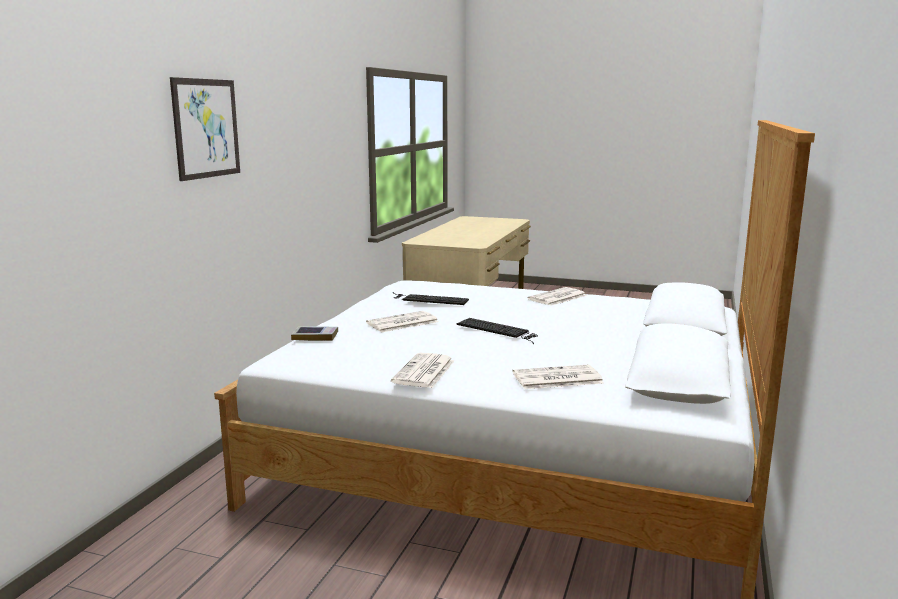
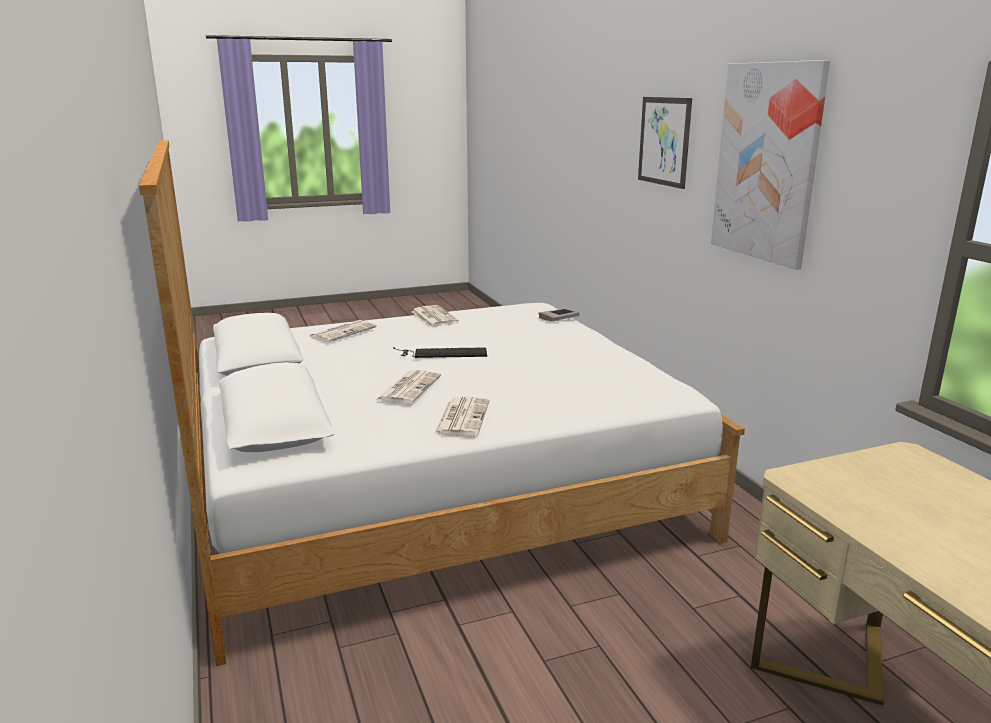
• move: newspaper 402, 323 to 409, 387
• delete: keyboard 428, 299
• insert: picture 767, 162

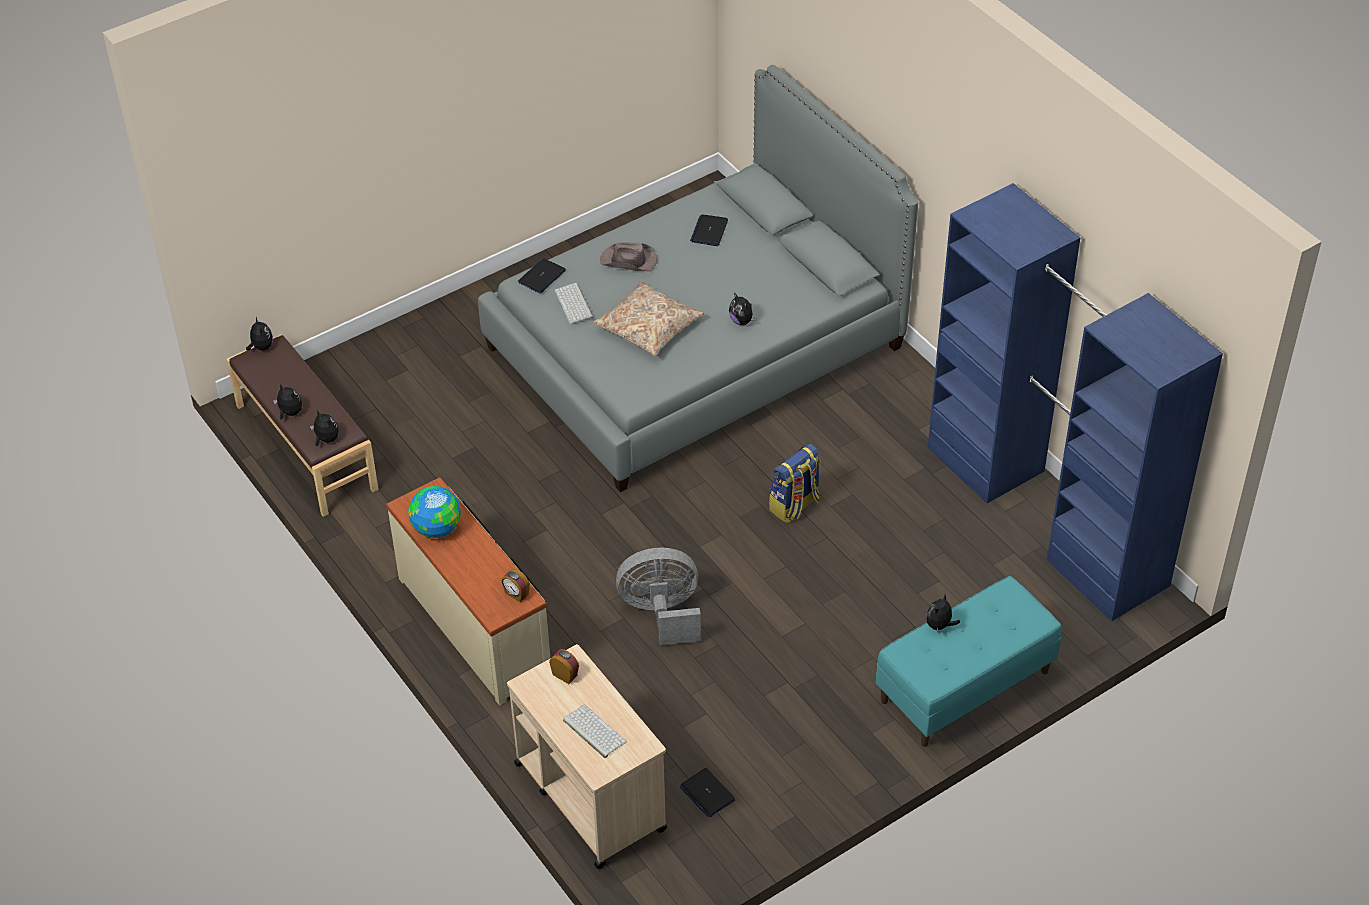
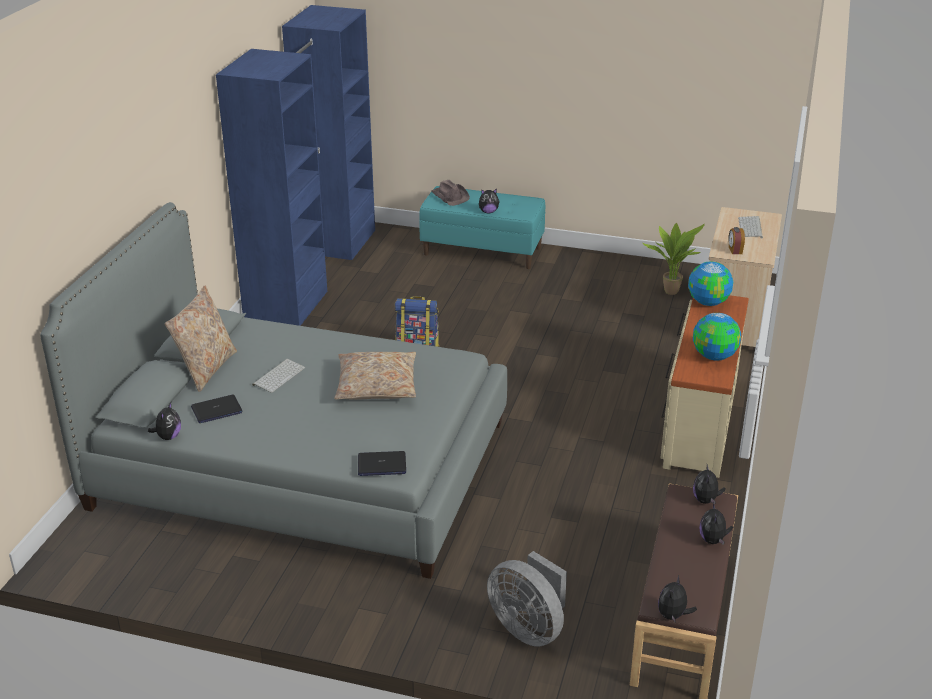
• replace: alarm clock 516, 594 to globe 708, 302
• move: keyboard 574, 304 to 279, 375
• move: brown hat 629, 261 to 450, 196
• move: grey fan 662, 613 to 529, 628
• replace: laptop 707, 793 to potted plant 671, 291
• move: plush toy 742, 321 to 168, 437
• insert: beige pillow 206, 369

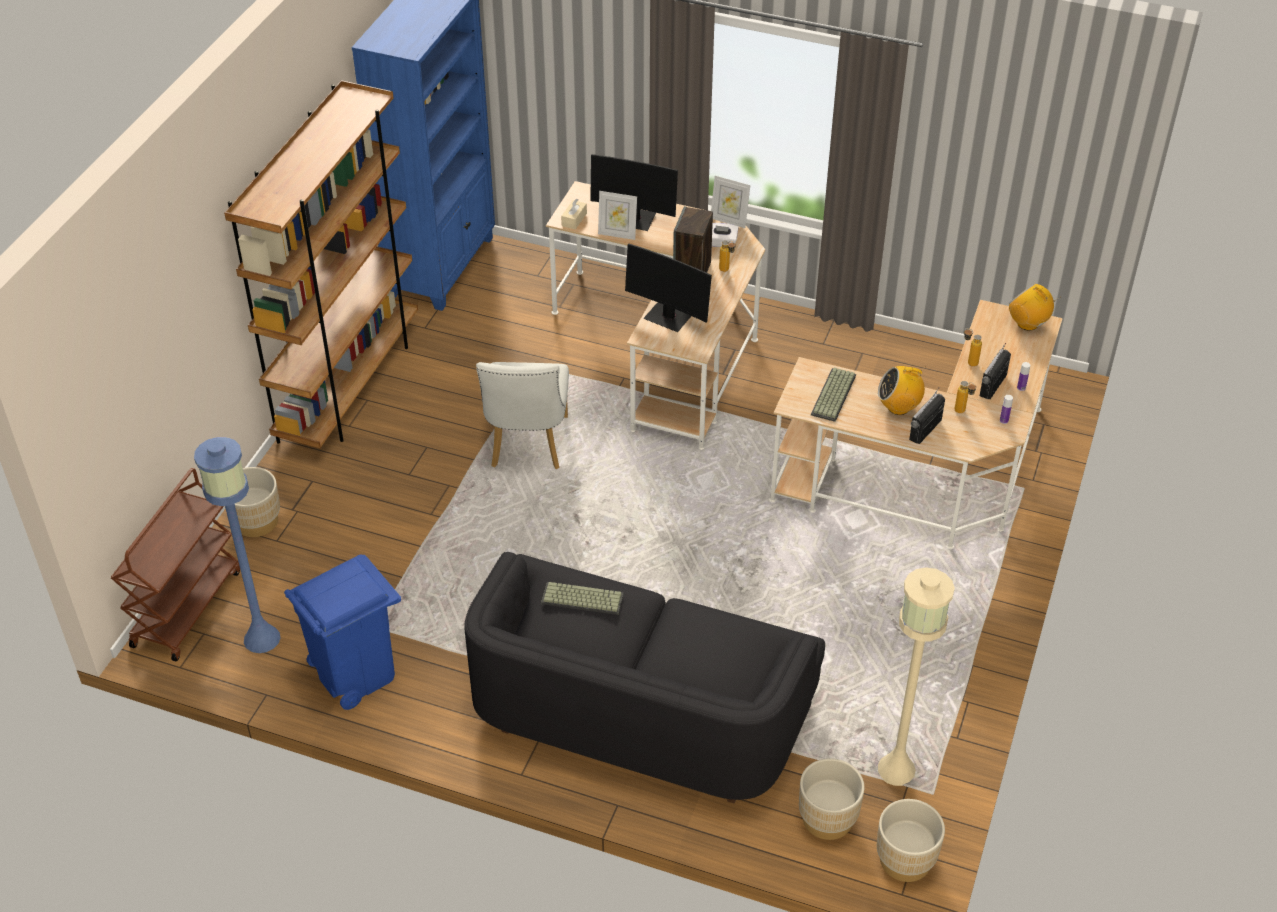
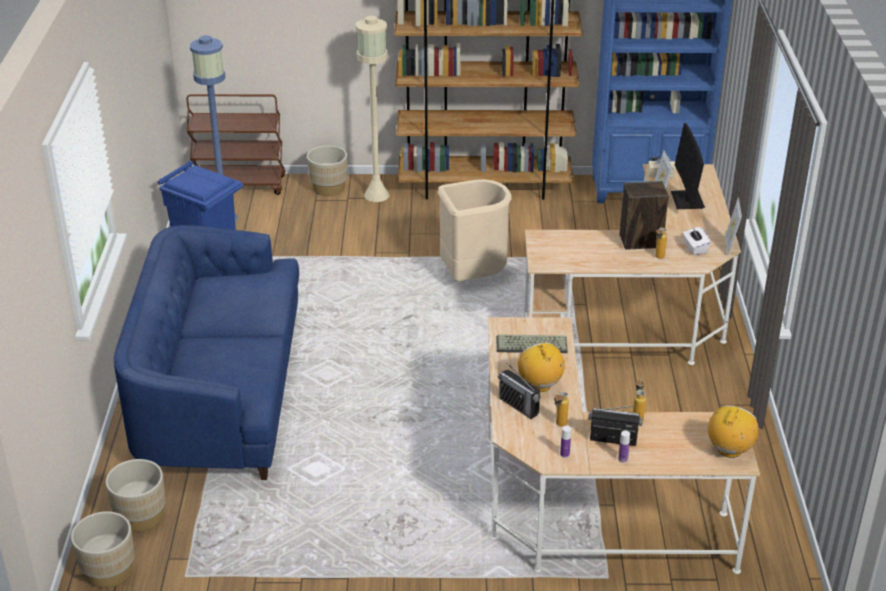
• recolor: black sofa 639, 710 to blue sofa 221, 393
• replace: white chair 527, 447 to beige trash can 472, 277
• delete: keyboard 581, 600
• delete: monitor 668, 317
• move: beige floor lamp 896, 769 to 377, 195
• rotate: radio 925, 430 = 518, 406 150 degrees counterclockwise

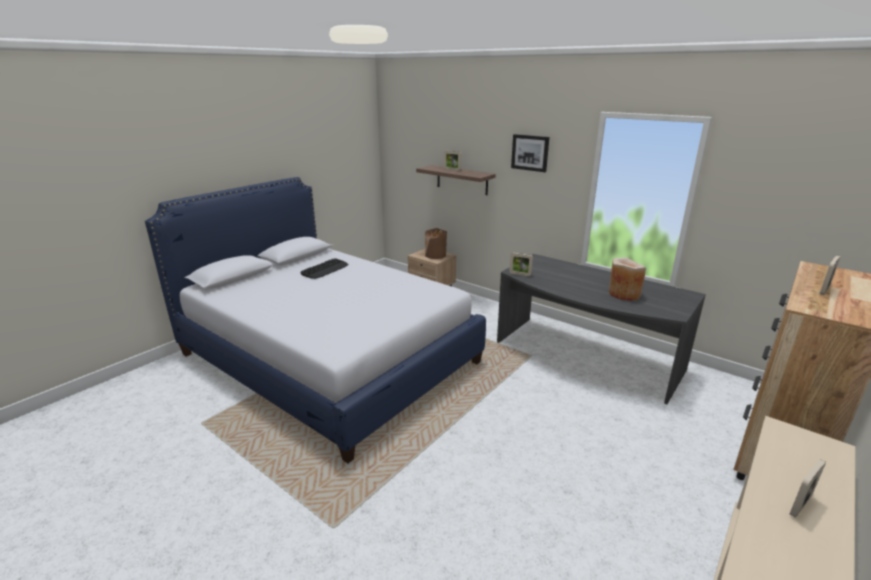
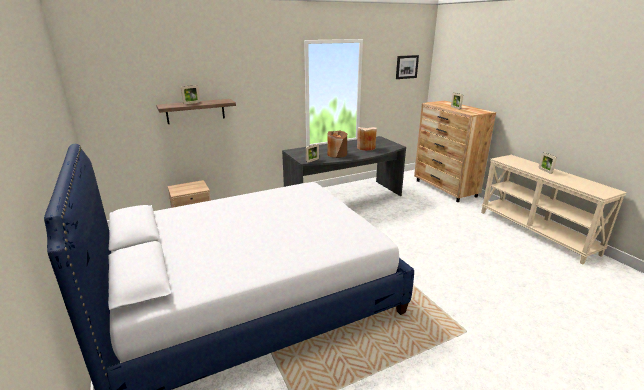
• delete: keyboard 325, 269
• move: brown vase 435, 255 to 337, 154
• move: picture 530, 152 to 406, 67

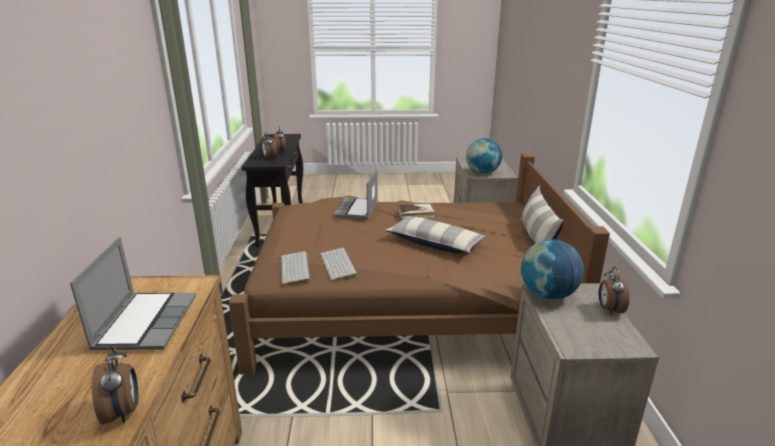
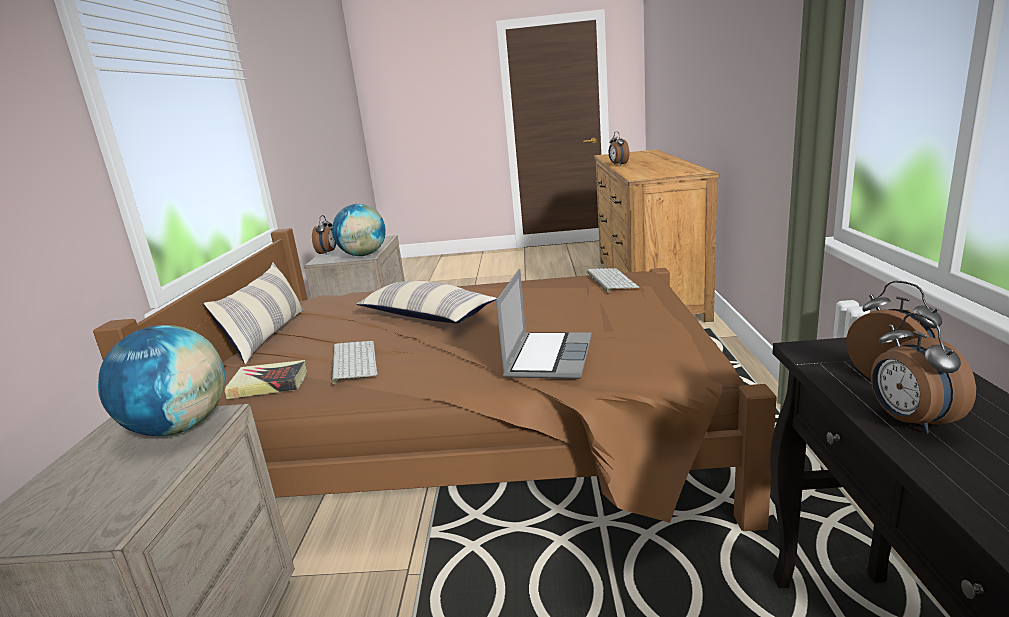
• delete: laptop 145, 322
• move: keyboard 339, 264 to 352, 361
• move: book 416, 213 to 269, 384

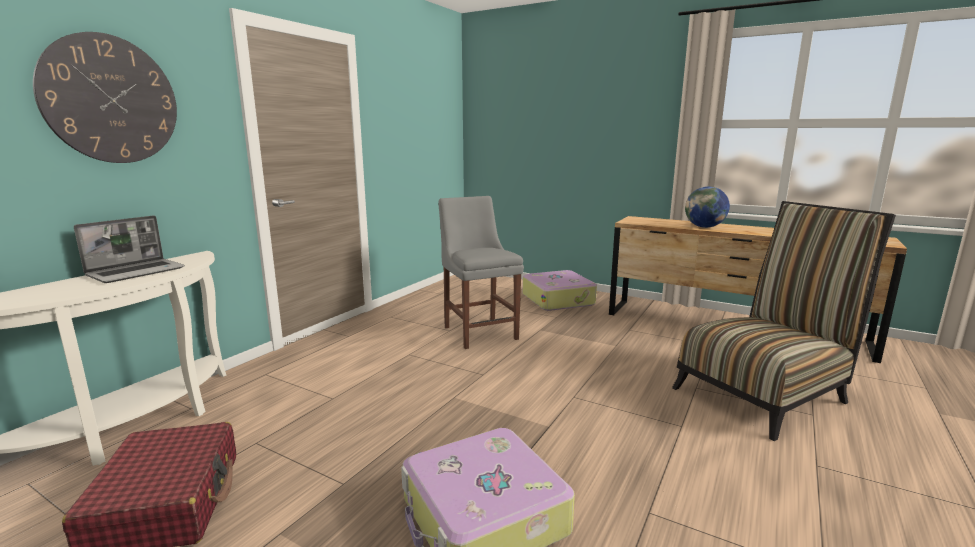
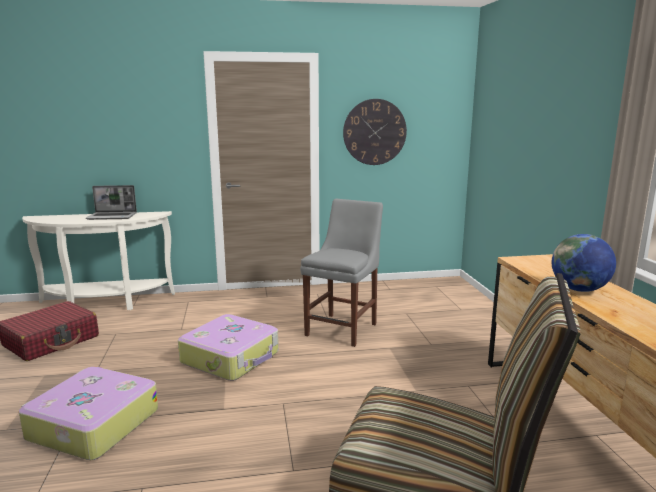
• move: wall clock 111, 100 to 374, 132
• move: suitcase 558, 299 to 231, 358

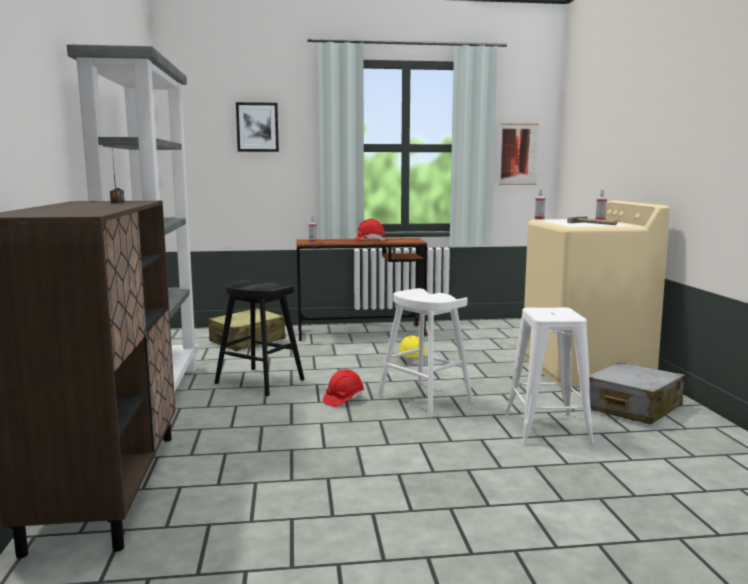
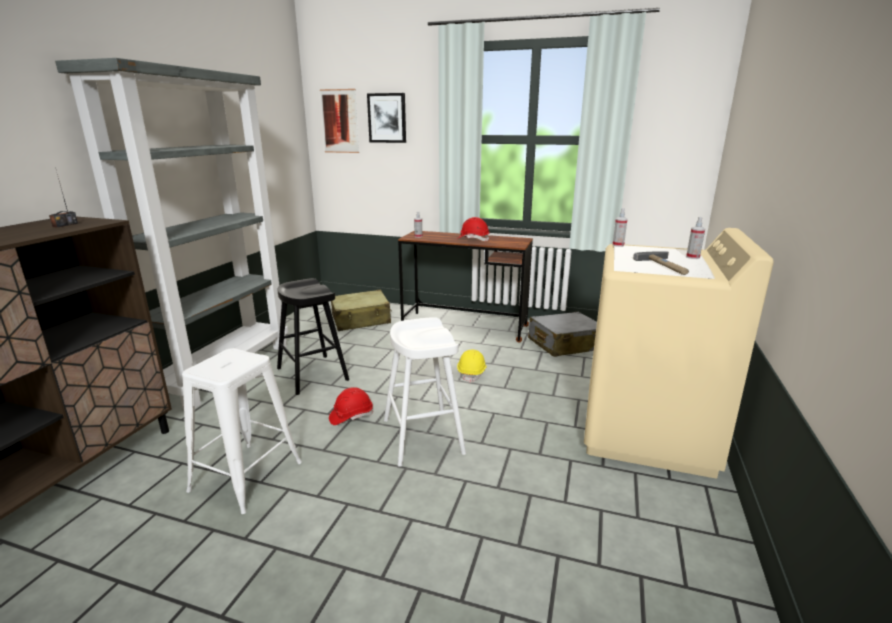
• move: picture 518, 154 to 340, 121
• move: white stool 547, 428 to 246, 476
• move: grey suitcase 632, 408 to 565, 344

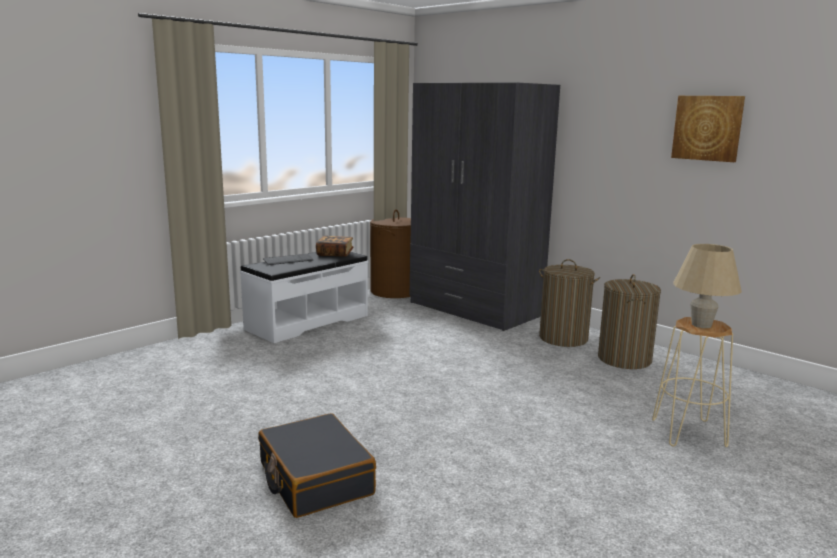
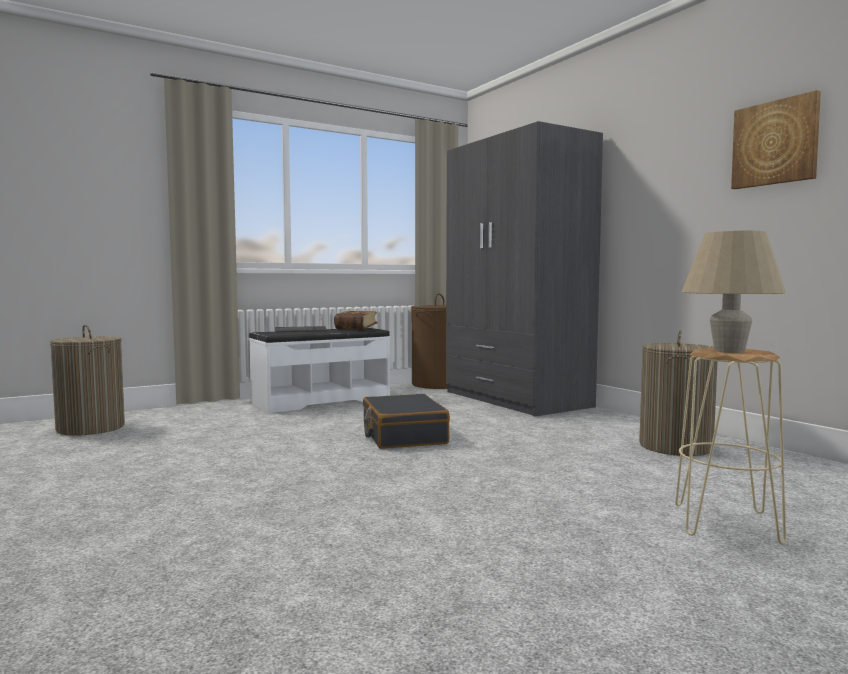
• move: black suitcase 315, 479 to 403, 435
• move: laundry basket 563, 338 to 91, 428

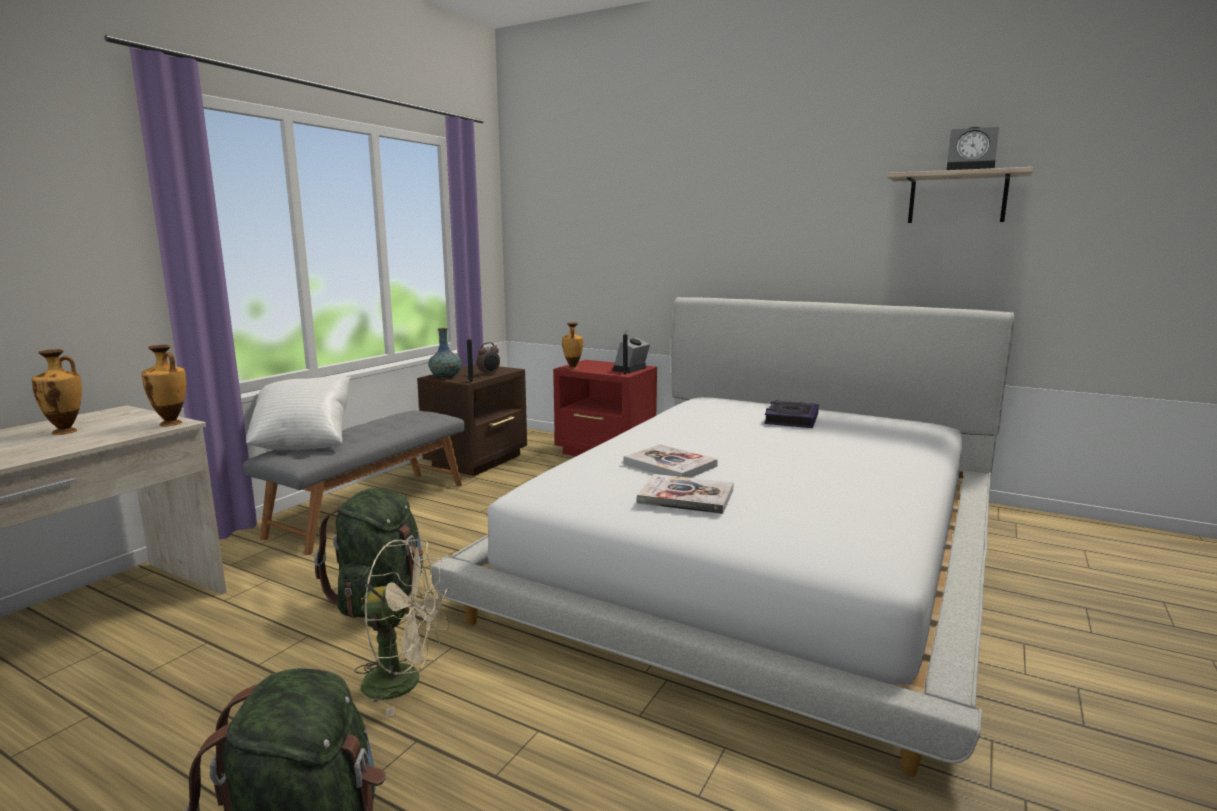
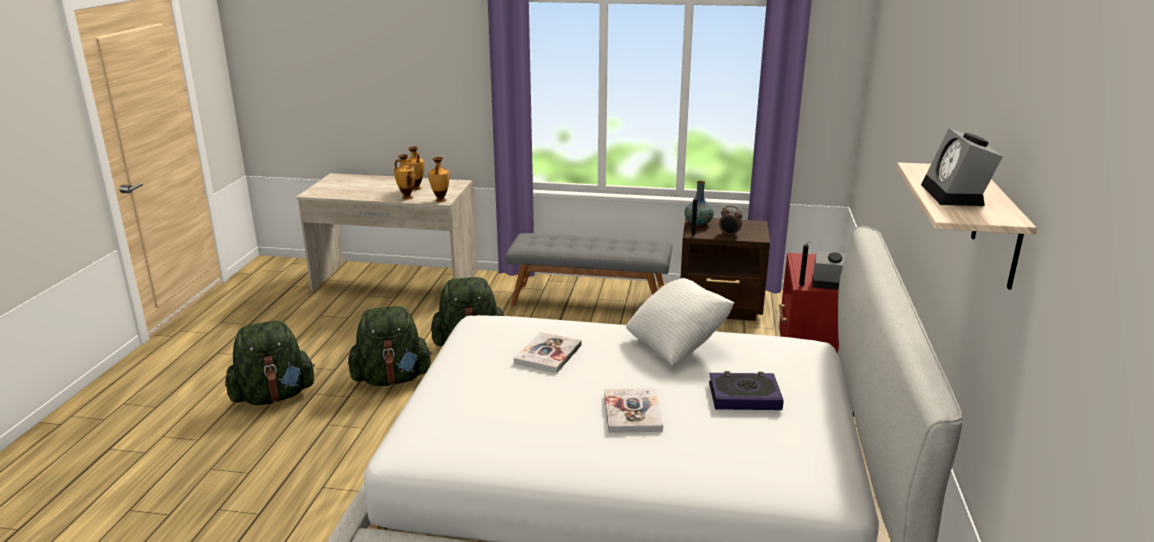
• move: white pillow 304, 443 to 677, 346
• replace: beige fan 405, 682 to green backpack 392, 379
• move: vase 572, 368 to 406, 197
• move: book 686, 497 to 632, 412

